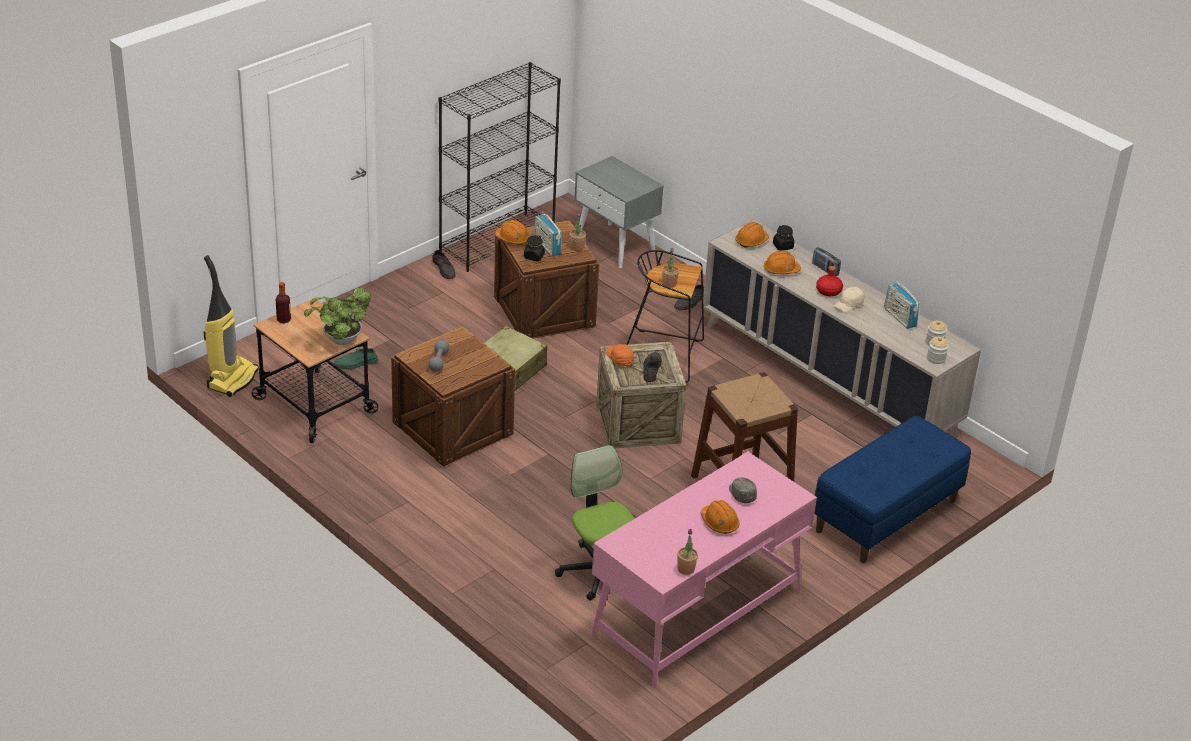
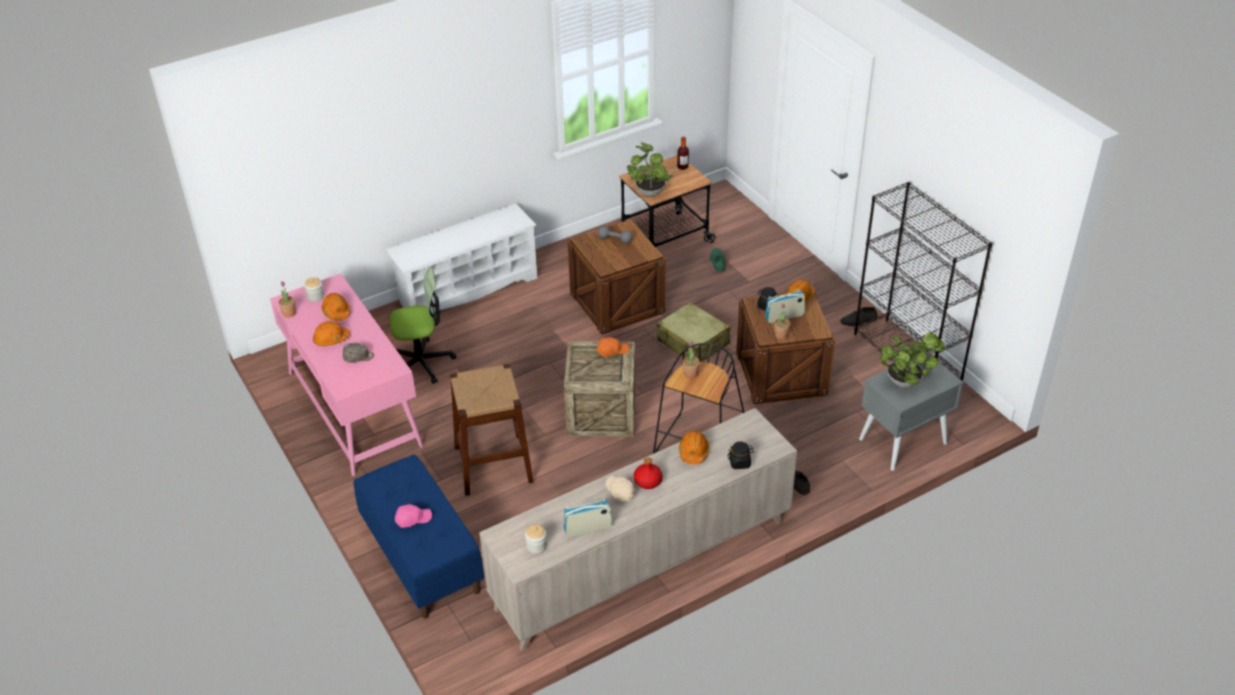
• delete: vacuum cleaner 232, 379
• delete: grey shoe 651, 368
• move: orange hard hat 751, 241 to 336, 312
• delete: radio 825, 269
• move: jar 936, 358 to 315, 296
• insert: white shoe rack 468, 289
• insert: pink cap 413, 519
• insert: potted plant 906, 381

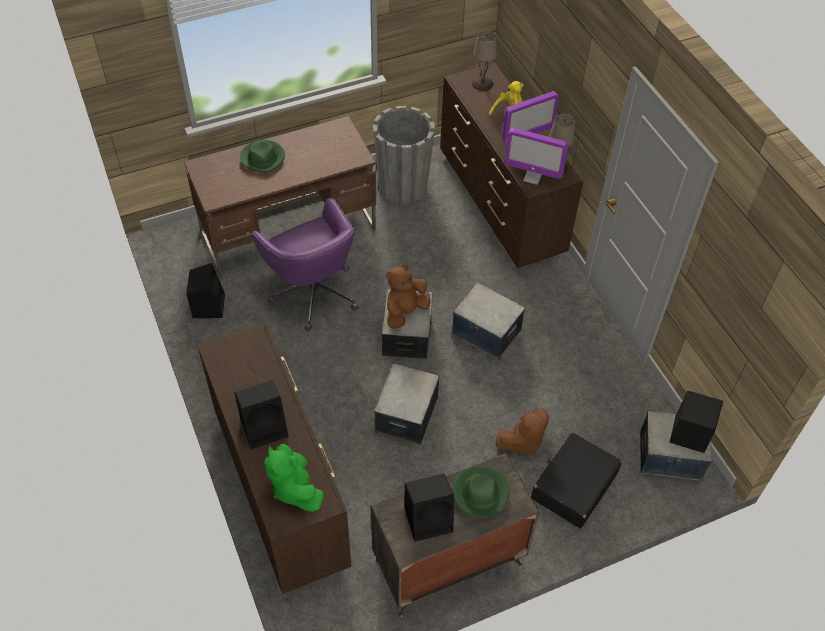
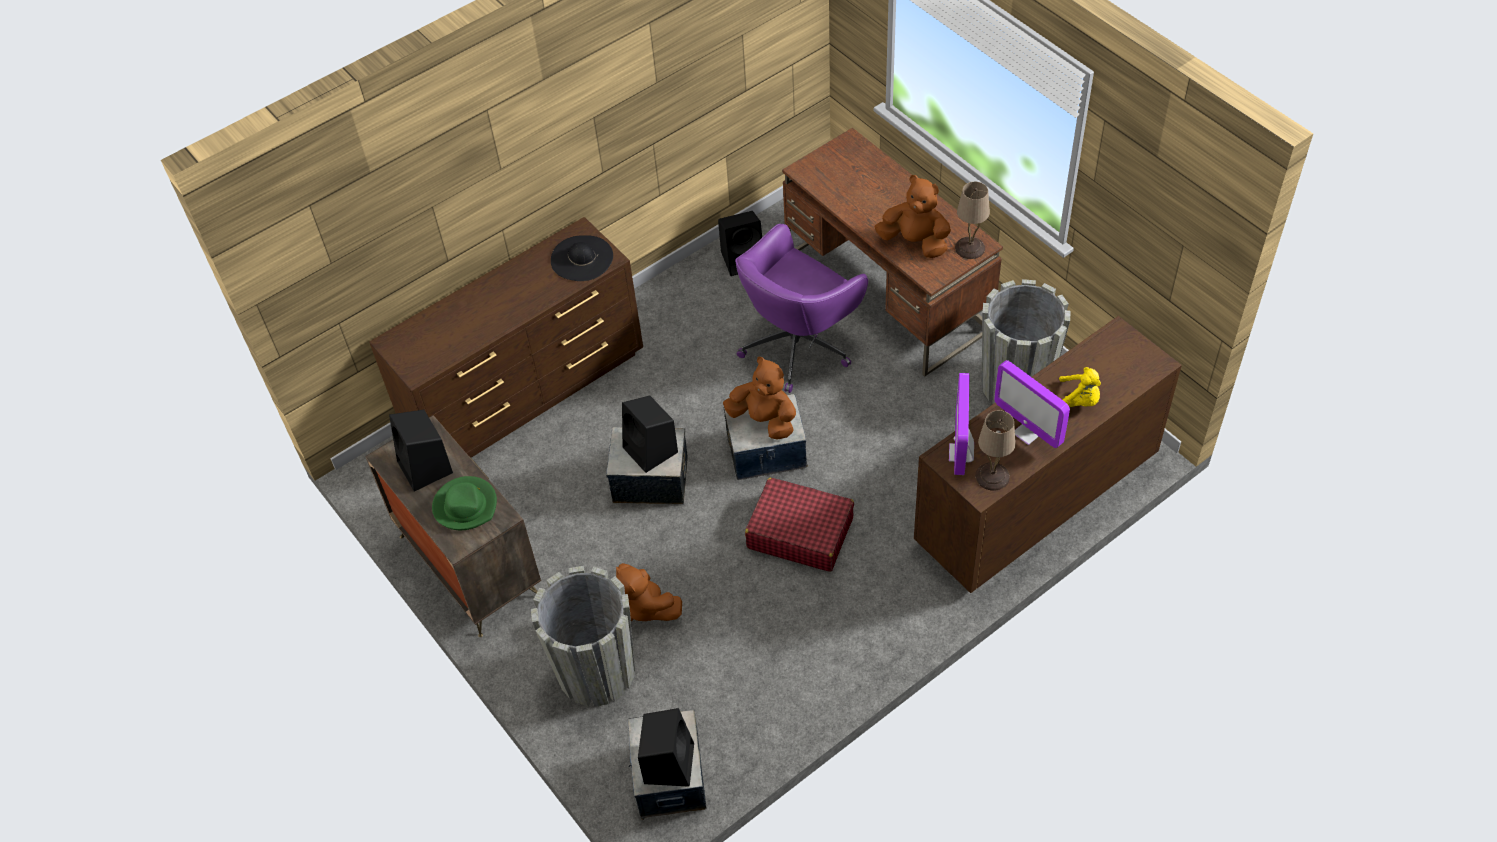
• move: black speaker 265, 427 to 651, 450
• delete: green hat 263, 158
• delete: green plush toy 295, 488
• replace: storage box 486, 333 to red suitcase 799, 532
• move: beige table lamp 482, 83 to 970, 247
• replace: black suitcase 573, 486 to grey planter 596, 671
• insert: black hat 581, 258
• insert: brown plush toy 915, 242

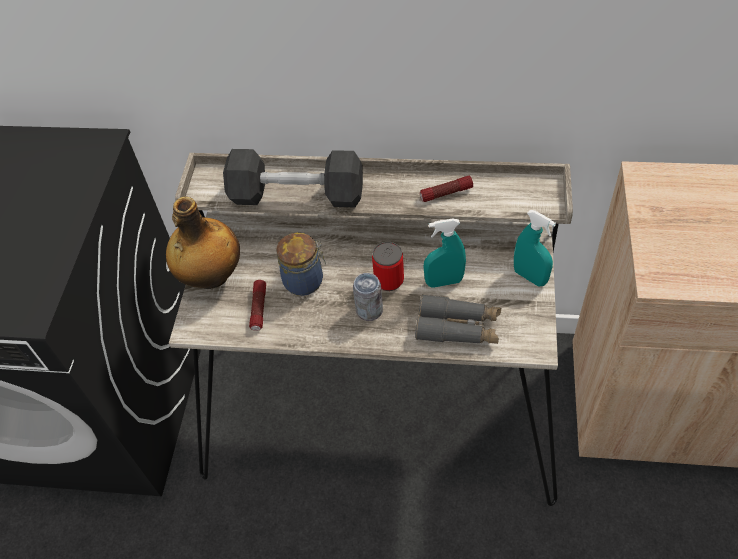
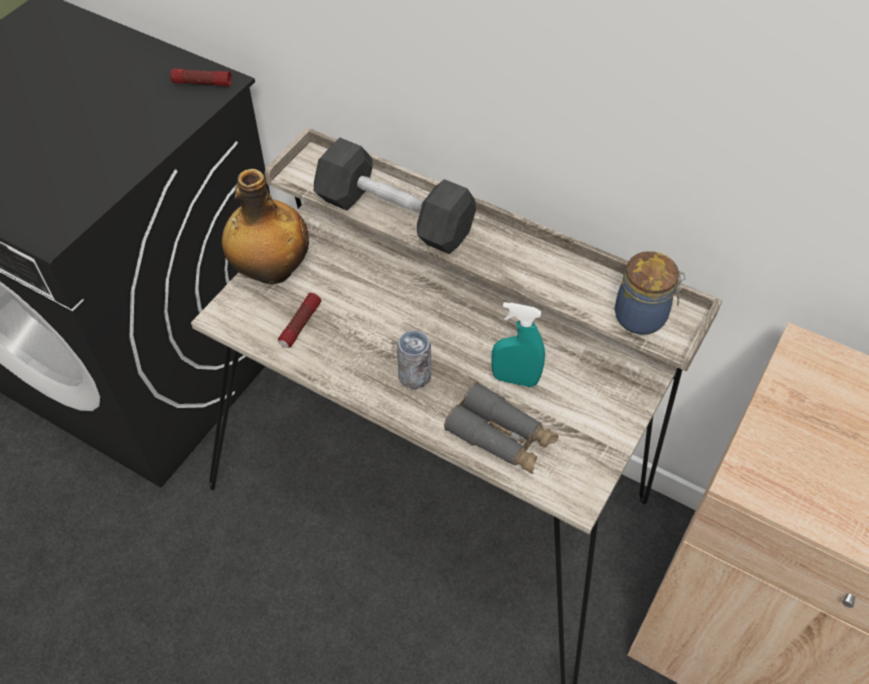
• move: jar 305, 281 to 642, 317
• delete: can 389, 280
• move: flashlight 446, 193 to 202, 83
• delete: turquoise spray bottle 530, 277

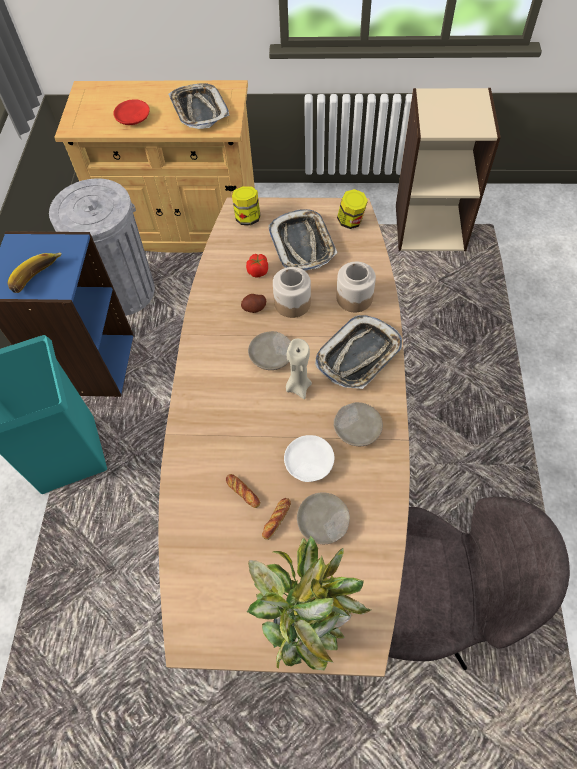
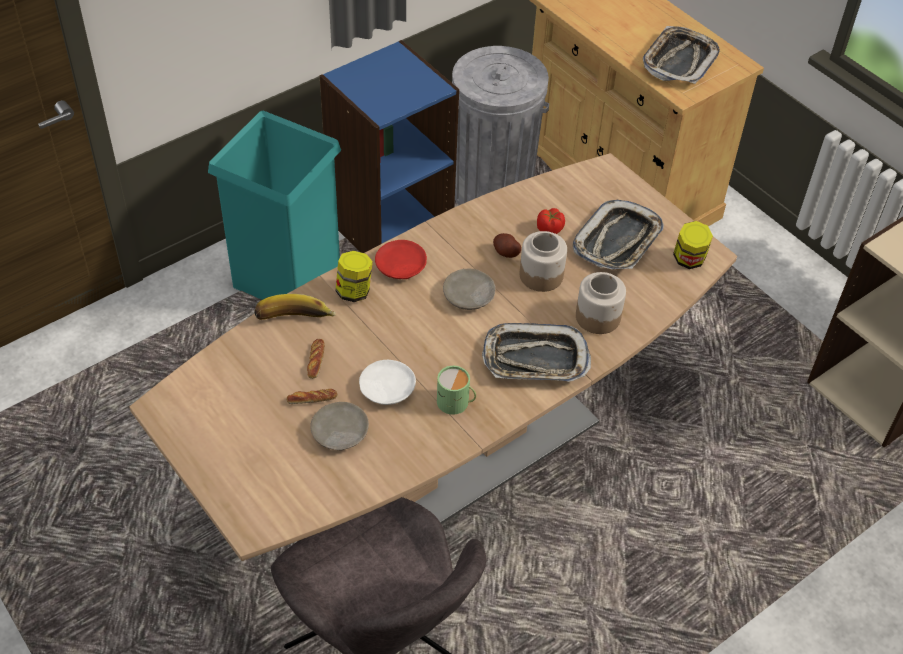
• move: banana 39, 279 to 294, 321
• move: red plate 133, 118 to 400, 266
• move: jar 247, 218 to 354, 291
• delete: potted plant 304, 628
• delete: beige candle 298, 386
• replace: beige plate 357, 427 to green mug 456, 403

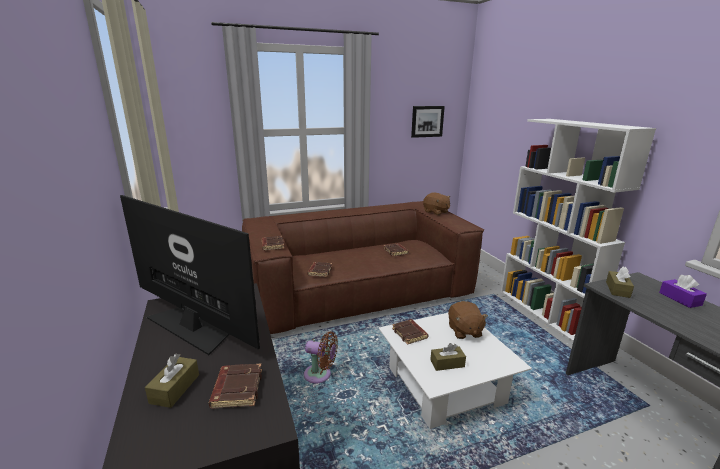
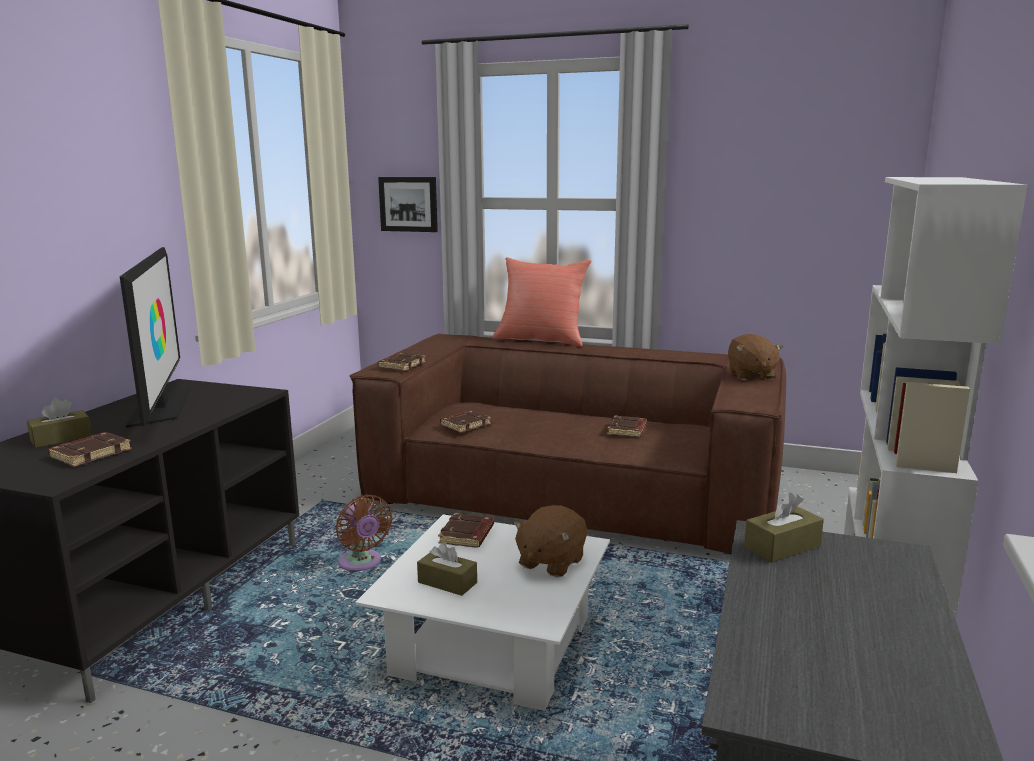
• move: picture 427, 121 to 408, 204
• delete: purple tissue box 680, 299
• insert: red pillow 541, 340

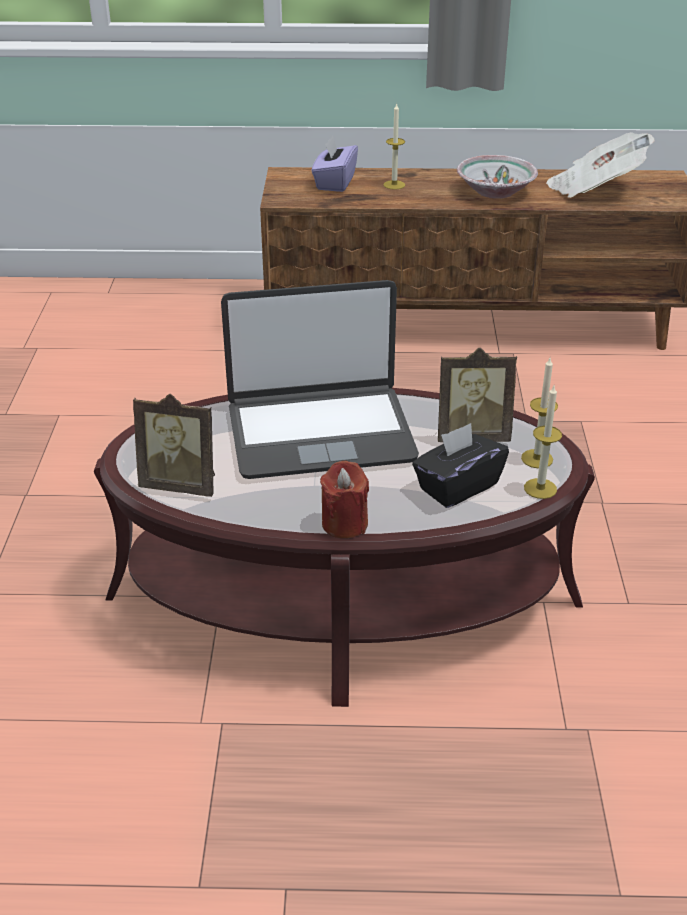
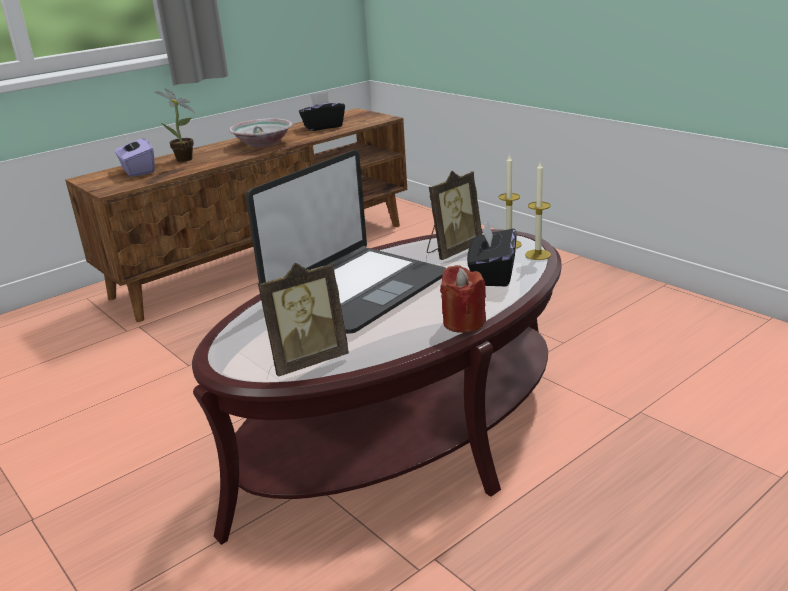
• replace: candle 394, 185 to potted plant 186, 160
• replace: newspaper 595, 189 to black tissue box 323, 127

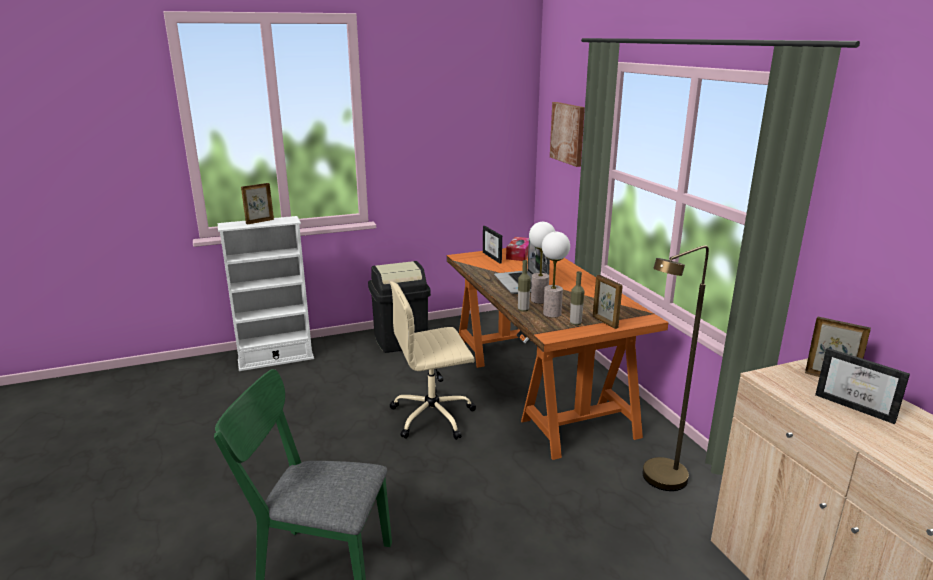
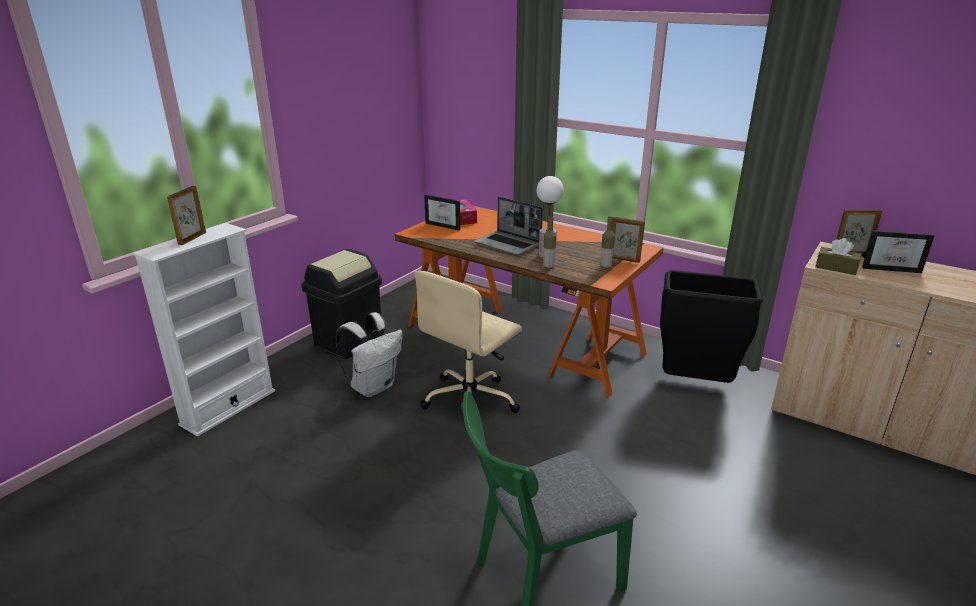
• delete: table lamp 552, 314
• delete: picture 568, 133
• replace: brown floor lamp 659, 483 to black trash can 695, 383
• insert: white backpack 373, 386
• insert: brown tissue box 836, 268

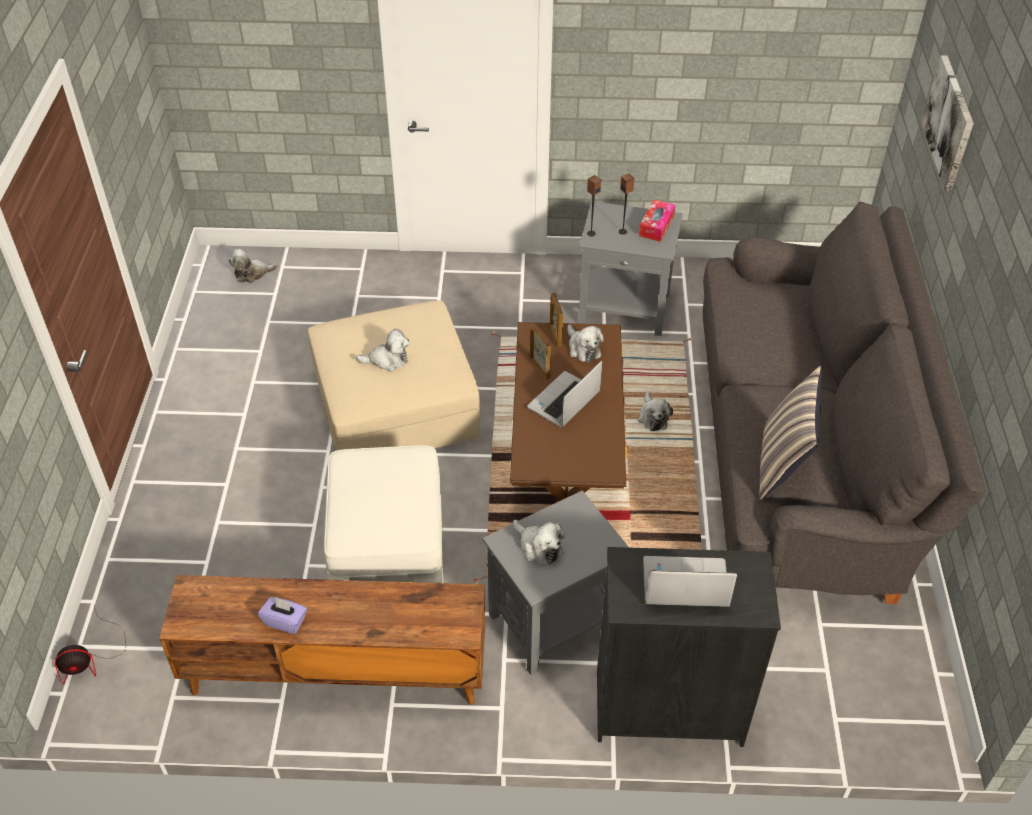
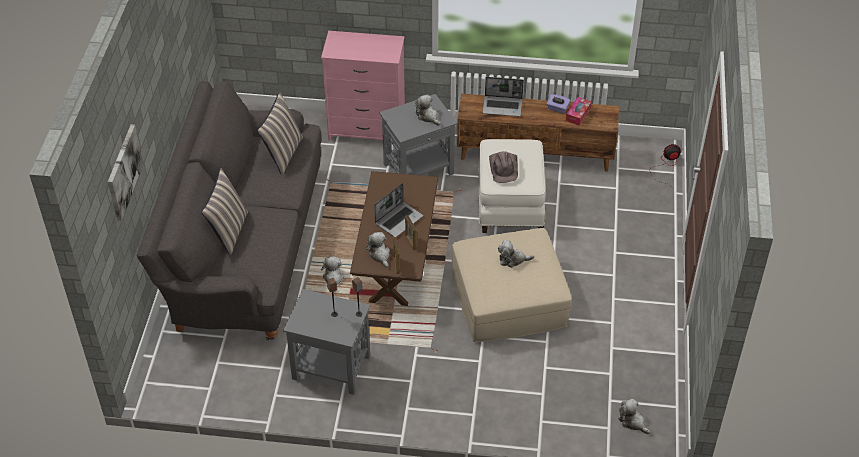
• rotate: plush toy 252, 274 = 632, 422 120 degrees counterclockwise
• recolor: black dresser 668, 706 to pink dresser 366, 130
• move: tissue box 656, 226 to 578, 114
• move: laptop 684, 585 to 503, 106
• insert: pillow 228, 231
• insert: brown hat 504, 168

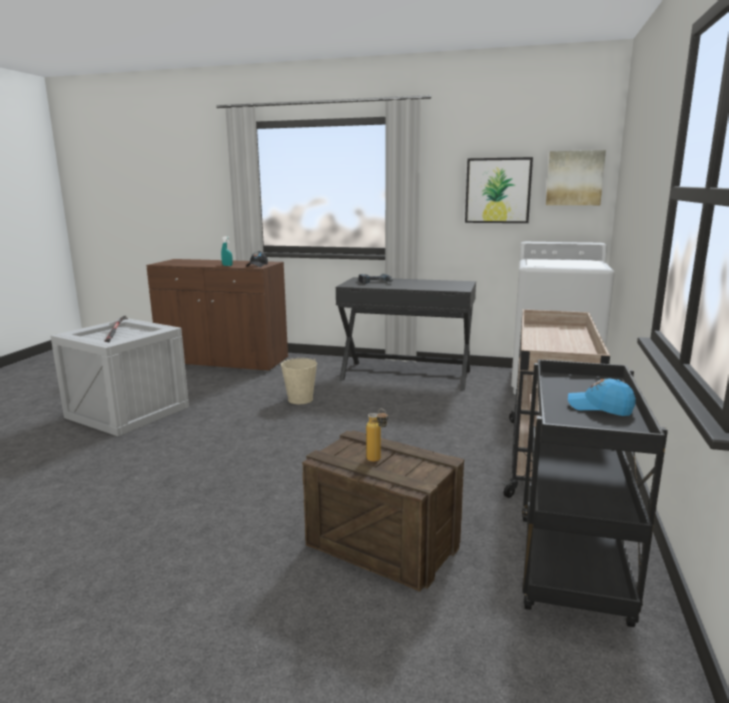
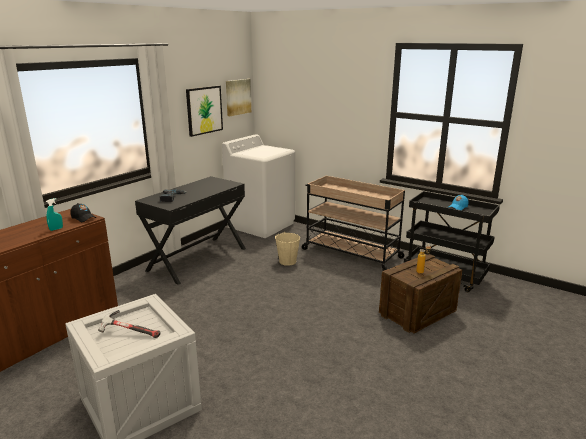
• move: beige bucket 300, 399 to 287, 261

